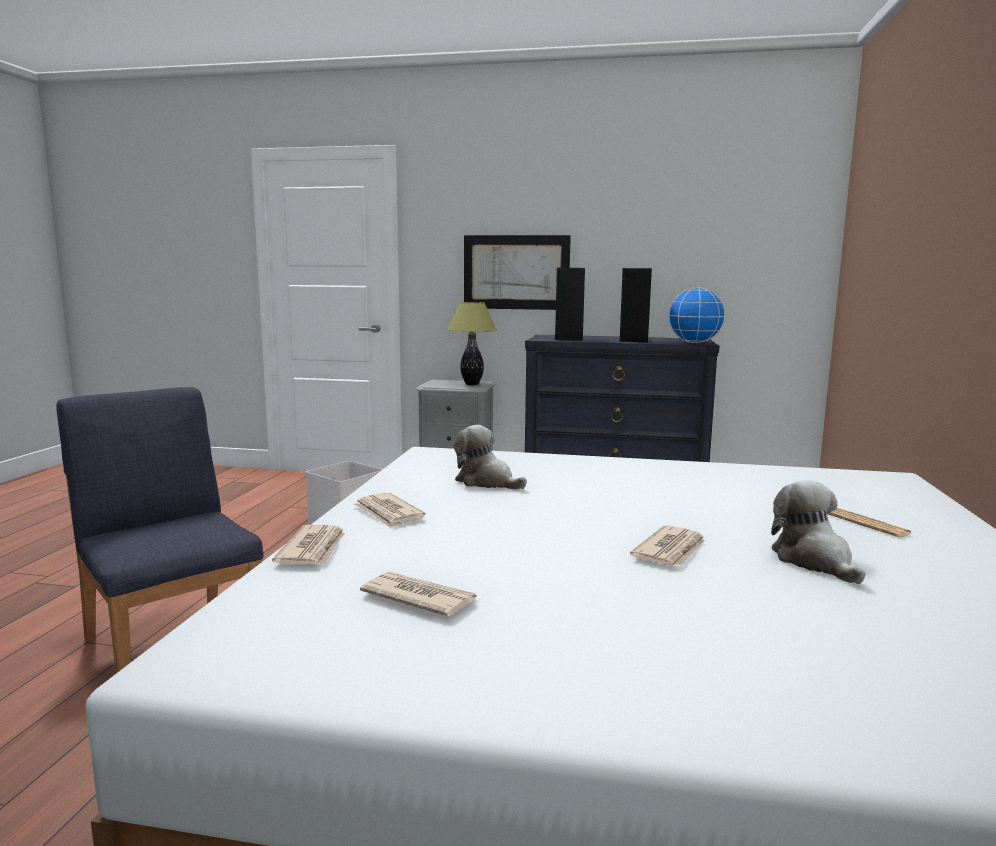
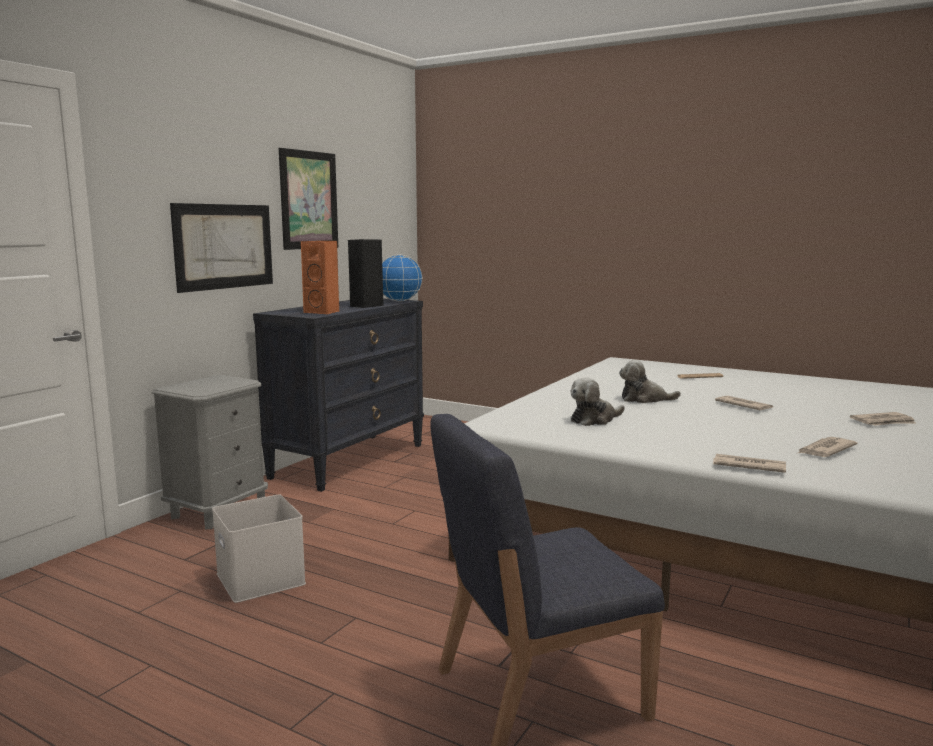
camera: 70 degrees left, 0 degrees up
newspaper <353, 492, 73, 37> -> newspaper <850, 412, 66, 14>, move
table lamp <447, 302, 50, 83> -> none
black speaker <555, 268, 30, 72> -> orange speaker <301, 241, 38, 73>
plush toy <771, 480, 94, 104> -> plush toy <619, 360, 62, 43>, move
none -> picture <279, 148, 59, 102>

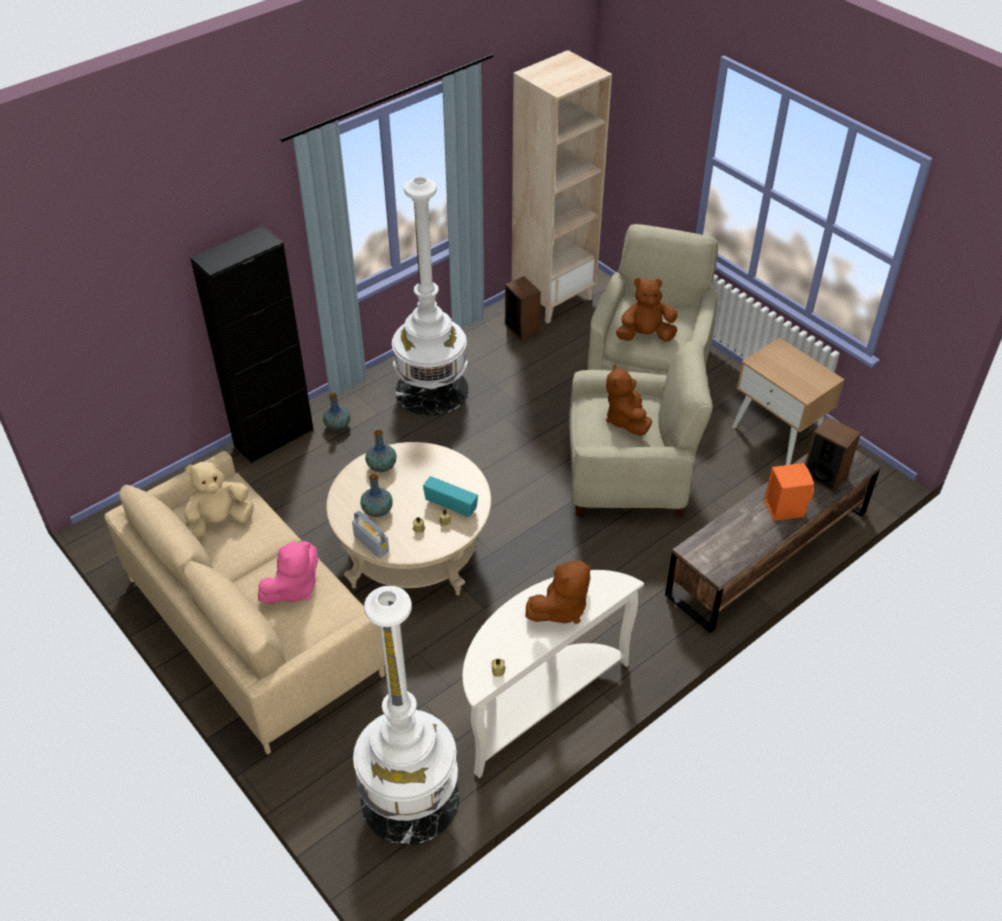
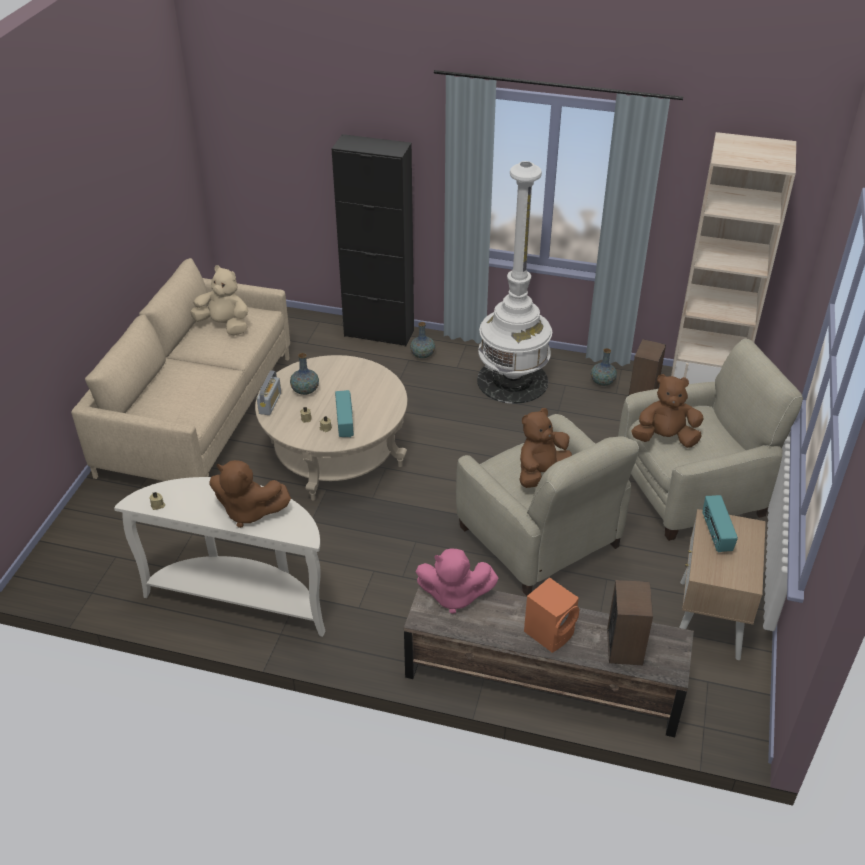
camera: 55 degrees right, 5 degrees down
pink plush toy <258, 541, 60, 63> -> pink plush toy <416, 549, 82, 65>, move
white floor lamp <353, 586, 106, 259> -> none
vase <365, 430, 31, 42> -> vase <591, 348, 26, 38>, move
brown plush toy <616, 278, 62, 64> -> brown plush toy <631, 374, 72, 74>, 45 degrees counterclockwise
none -> radio <703, 495, 35, 58>

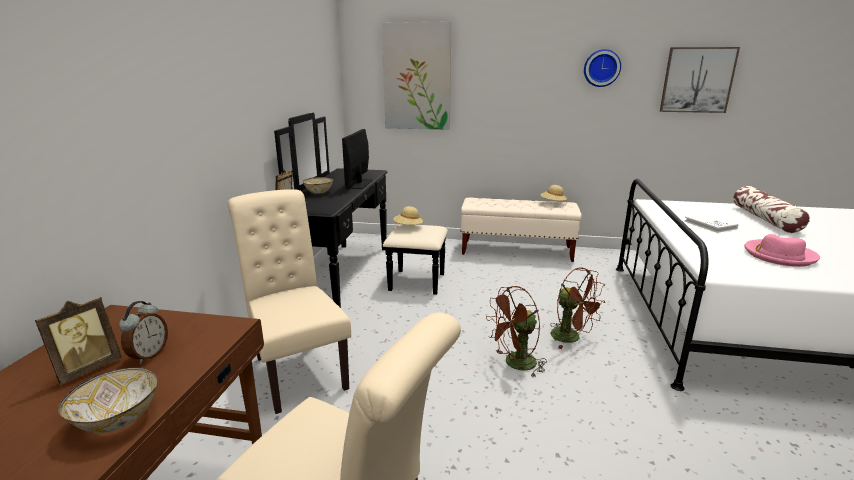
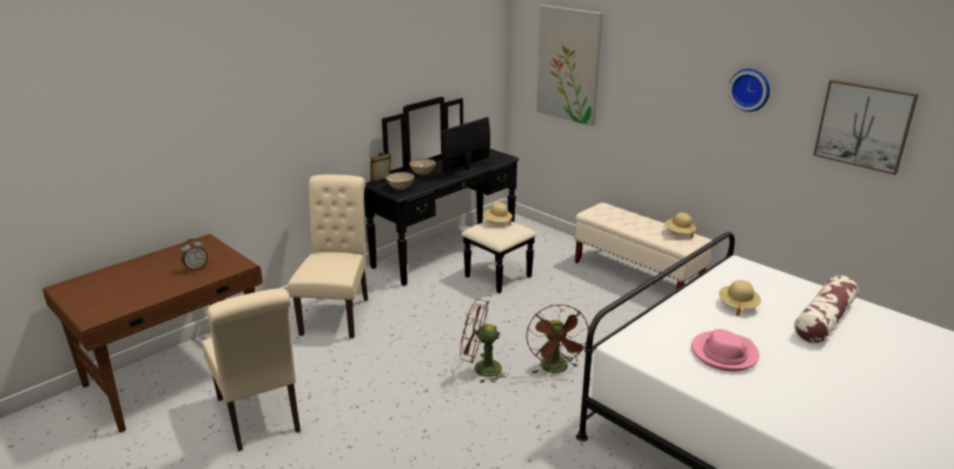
camera: 35 degrees right, 5 degrees up
picture frame <35, 297, 87, 88> -> none
bowl <58, 367, 99, 66> -> bowl <386, 172, 28, 17>, move
white book <685, 214, 54, 19> -> beige hat <719, 280, 42, 36>

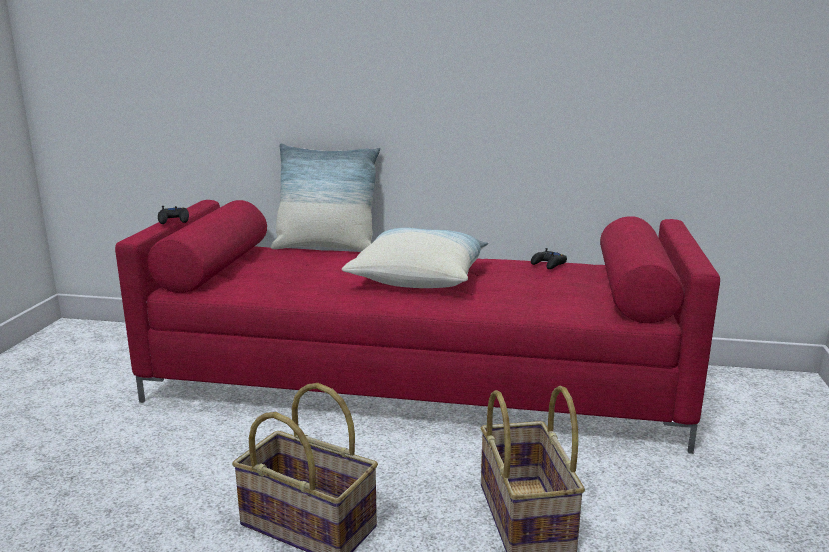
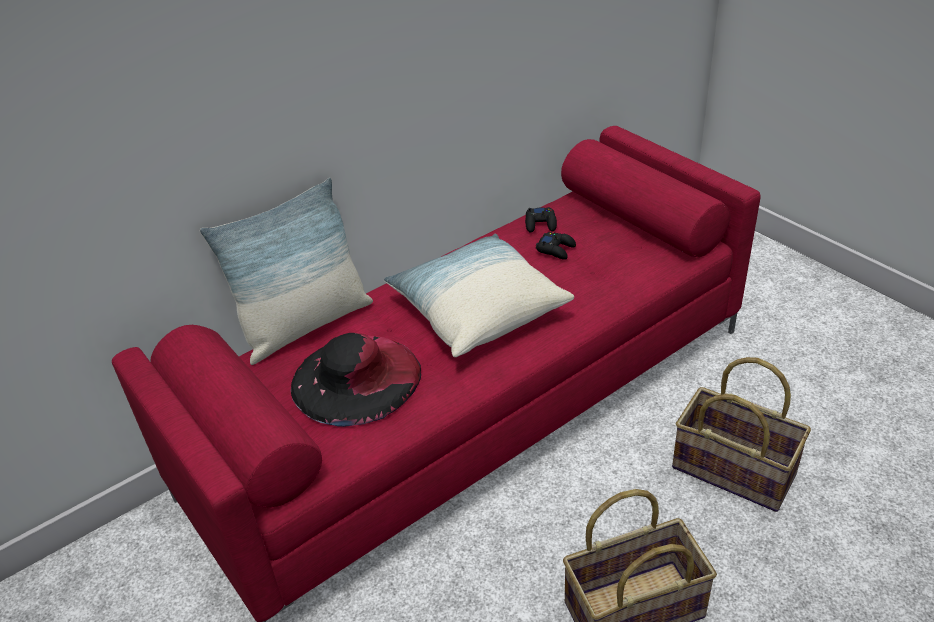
camera: 45 degrees left, 20 degrees up
black game controller <158, 206, 31, 18> -> black game controller <536, 232, 40, 28>, move
none -> black hat <291, 333, 130, 94>

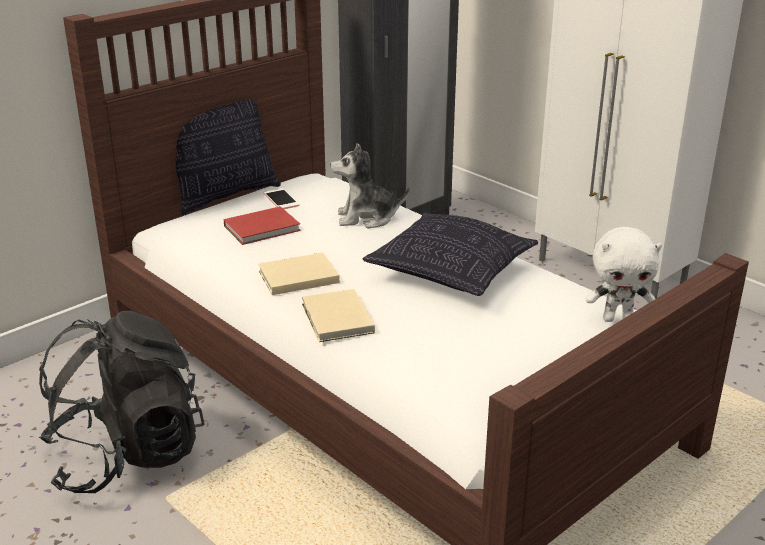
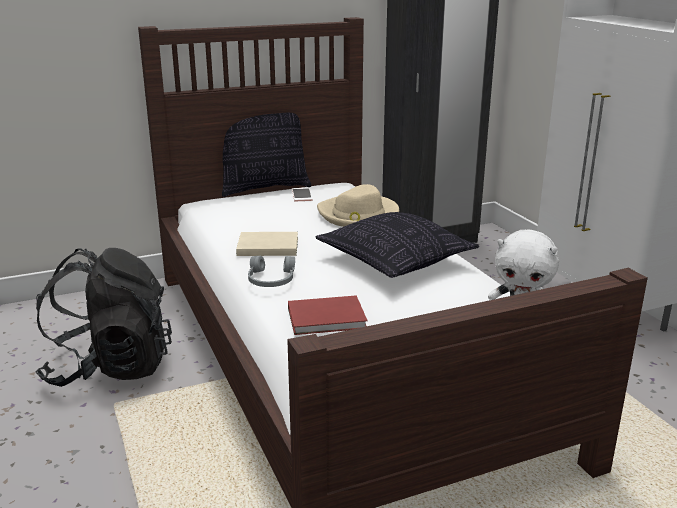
camera: 20 degrees right, 5 degrees down
red book <224, 206, 77, 39> -> red book <288, 295, 79, 40>, move
beige book <302, 289, 73, 53> -> grey headphones <248, 255, 47, 32>
plush toy <330, 144, 79, 85> -> beige hat <317, 184, 82, 43>

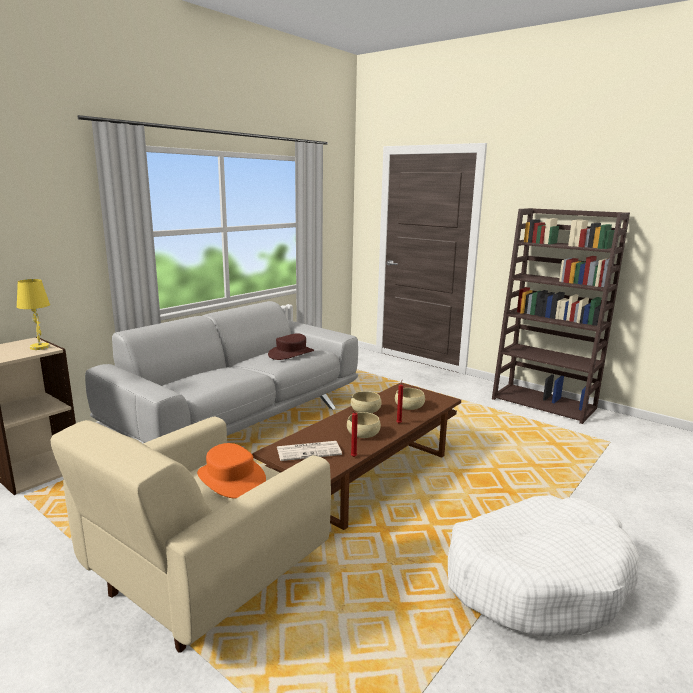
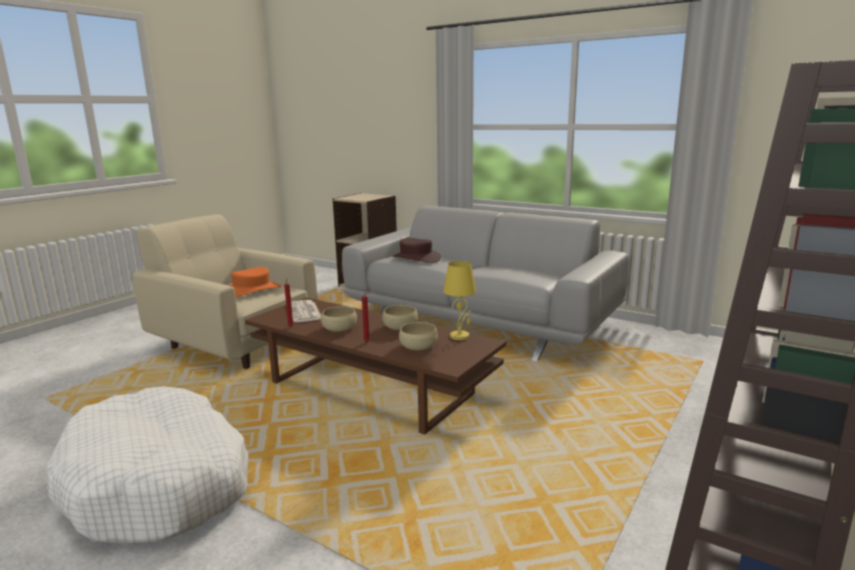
camera: 85 degrees right, 0 degrees up
yellow table lamp <17, 279, 33, 71> -> yellow table lamp <443, 261, 33, 79>, move
brown hat <268, 334, 46, 26> -> brown hat <392, 238, 50, 25>, move

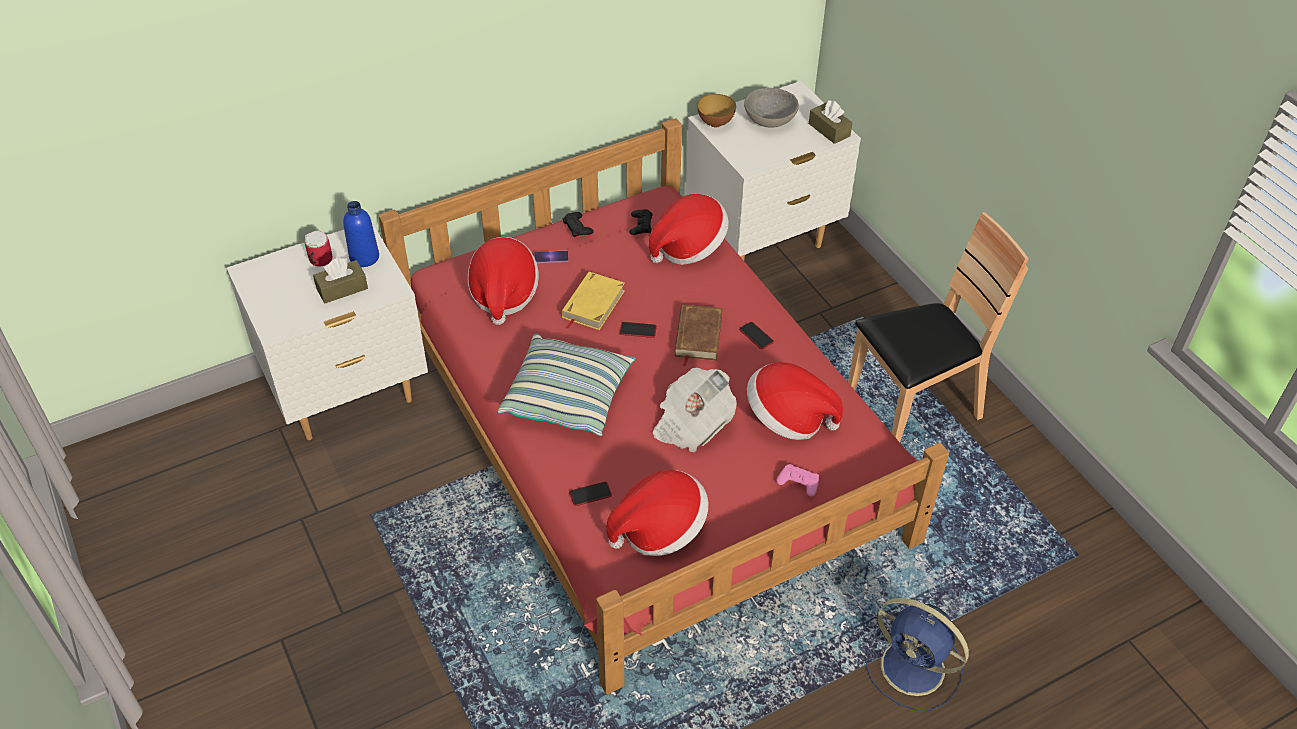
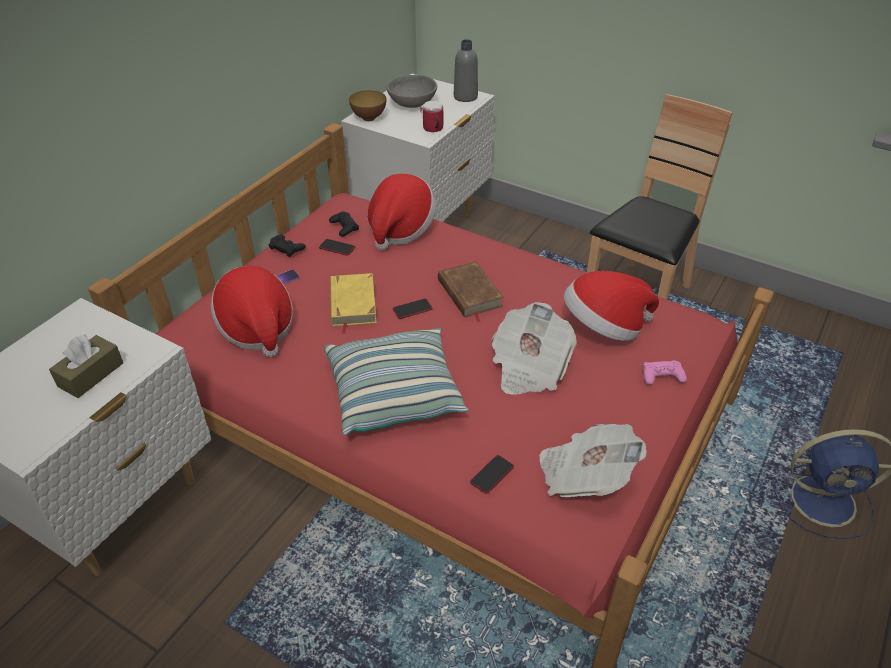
camera: 30 degrees left, 5 degrees down
mug <305, 231, 27, 35> -> mug <420, 101, 23, 31>, move
blue bottle <343, 201, 36, 66> -> none
hat <606, 470, 102, 86> -> newspaper <539, 424, 108, 73>
phone <739, 322, 35, 27> -> phone <319, 239, 36, 17>, move
brown tissue box <809, 100, 44, 44> -> grey bottle <454, 39, 24, 63>

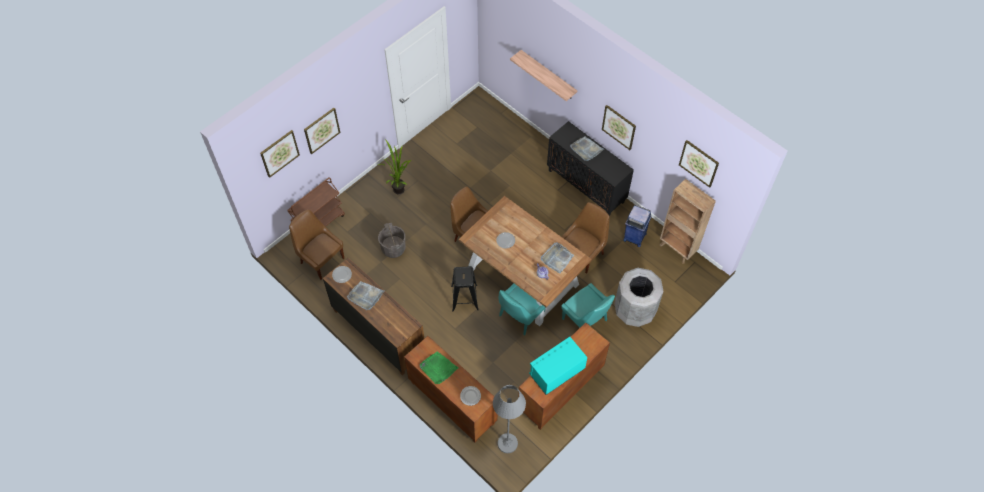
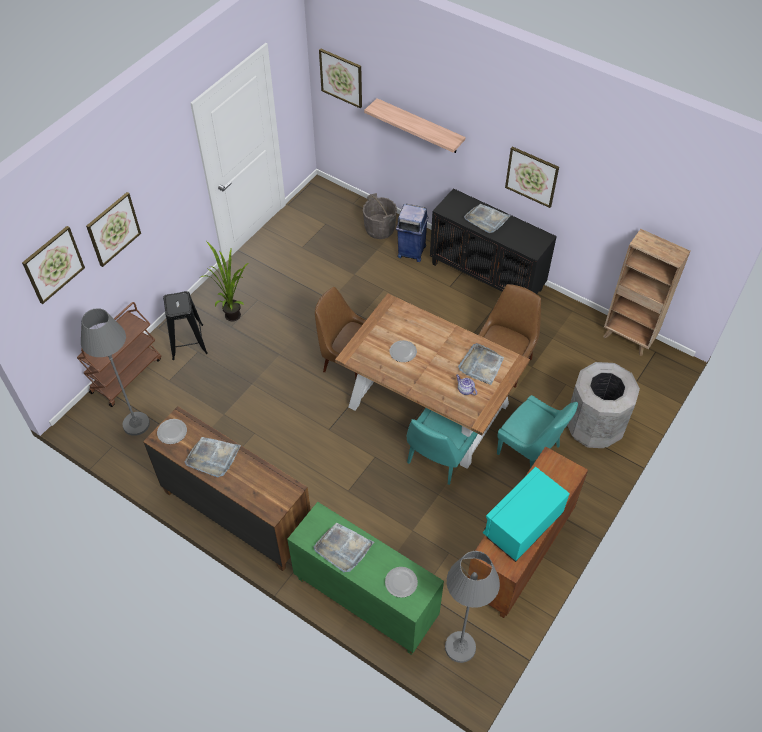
camera: 10 degrees left, 5 degrees down
brown chair <289, 209, 55, 71> -> grey floor lamp <81, 308, 69, 128>
grey bucket <378, 223, 28, 35> -> grey bucket <363, 193, 34, 46>, move
brown cabinet <404, 336, 94, 107> -> green cabinet <287, 502, 157, 153>
green tray <420, 351, 38, 33> -> grey tray <314, 523, 60, 49>
black stool <451, 266, 28, 45> -> black stool <163, 291, 45, 69>, move
blue trash can <623, 205, 29, 42> -> blue trash can <396, 204, 32, 58>, move
picture <679, 140, 40, 48> -> picture <319, 48, 43, 60>, move

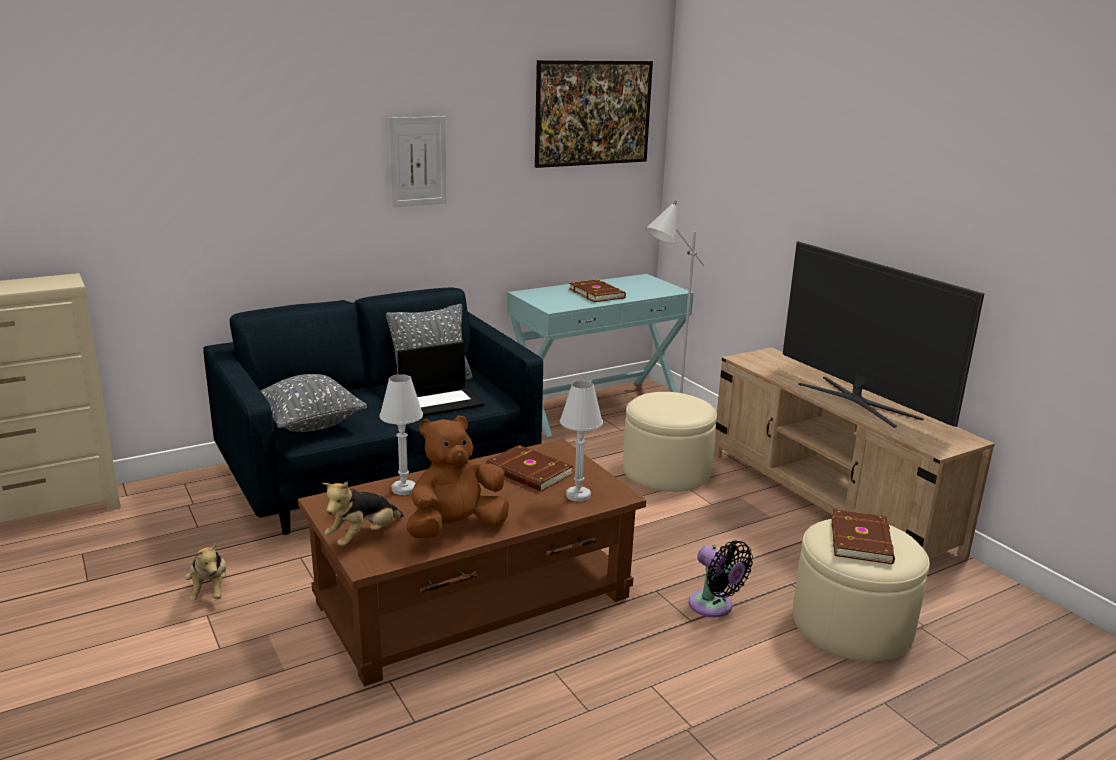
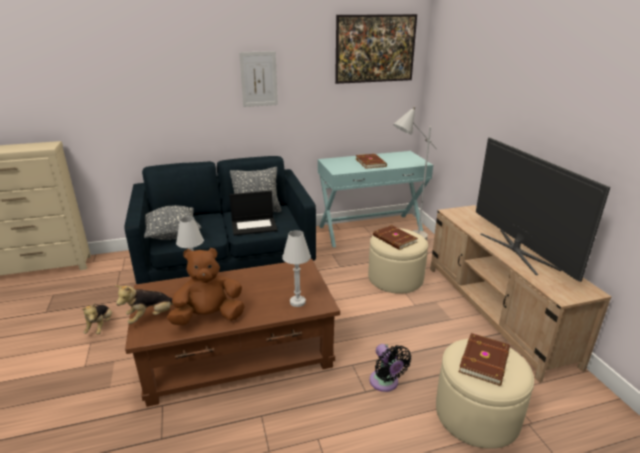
camera: 15 degrees right, 5 degrees up
brown book <486, 445, 87, 46> -> brown book <373, 225, 45, 25>, move

